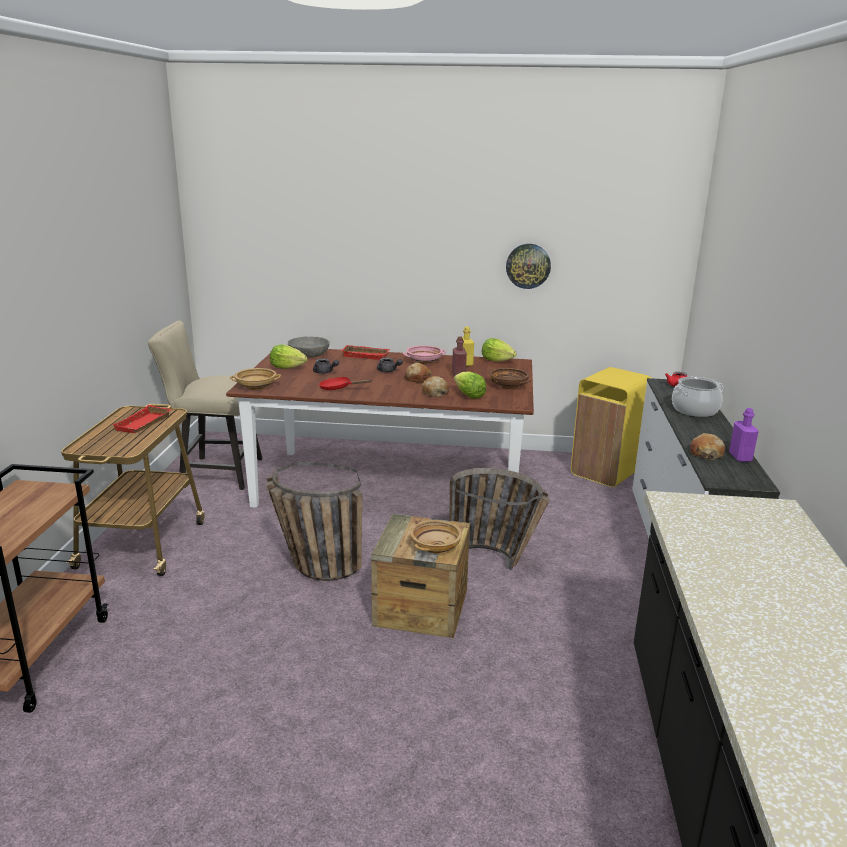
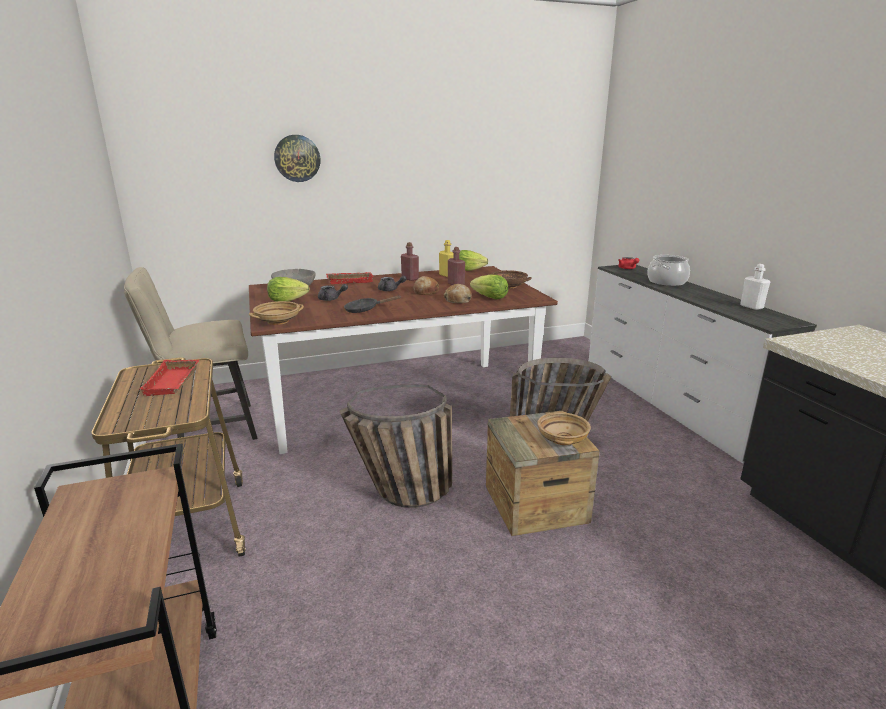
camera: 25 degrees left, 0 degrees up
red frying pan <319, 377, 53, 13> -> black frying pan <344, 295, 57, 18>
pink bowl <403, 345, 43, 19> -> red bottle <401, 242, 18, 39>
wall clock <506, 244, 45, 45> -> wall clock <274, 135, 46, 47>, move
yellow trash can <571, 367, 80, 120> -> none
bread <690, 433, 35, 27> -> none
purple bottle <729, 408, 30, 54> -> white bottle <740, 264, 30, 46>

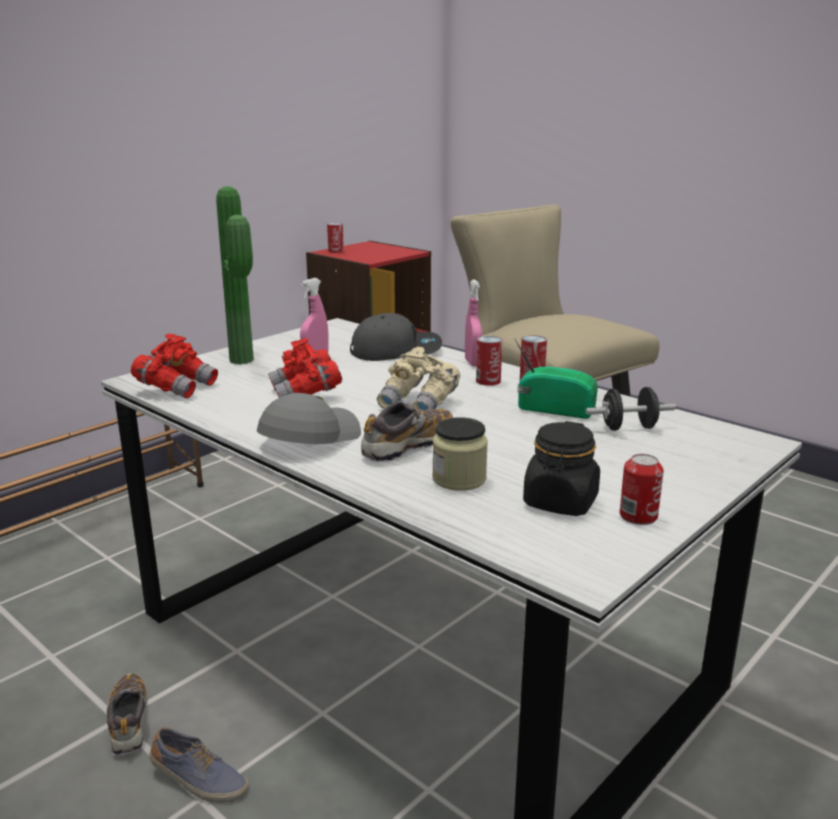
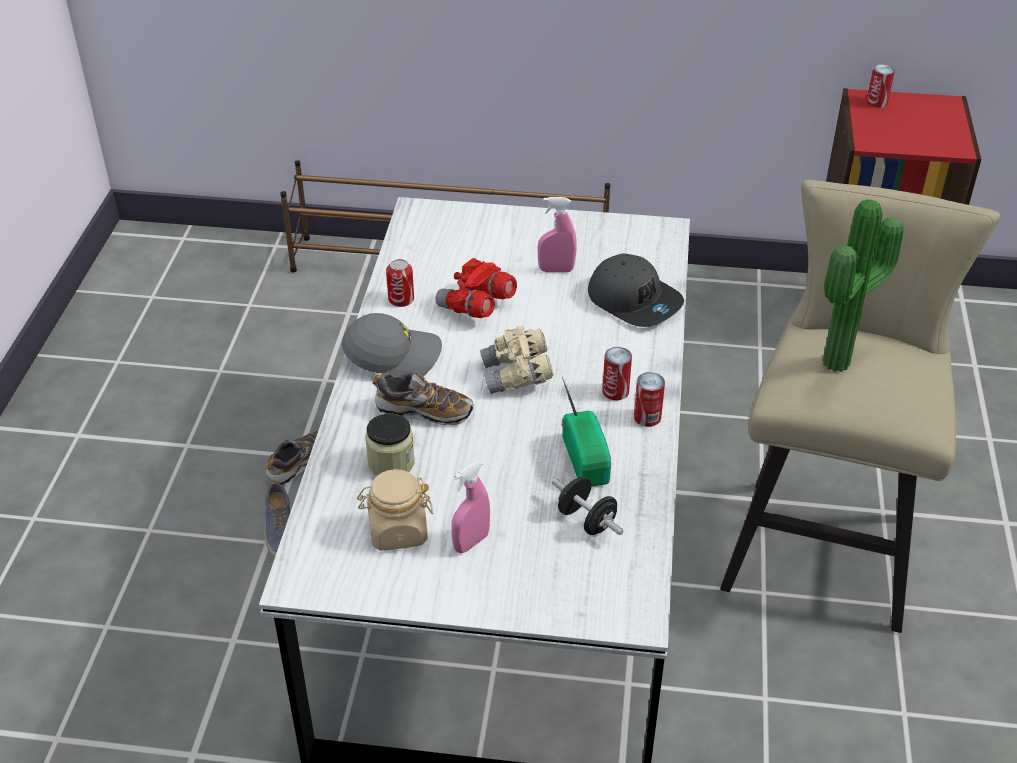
camera: 55 degrees right, 20 degrees up
red binoculars <131, 334, 87, 64> -> none
potted plant <216, 186, 38, 178> -> potted plant <822, 199, 82, 173>, move
pink spray bottle <465, 279, 17, 88> -> pink spray bottle <451, 461, 39, 92>, move
black jar <523, 421, 77, 95> -> beige jar <357, 469, 77, 82>
can <619, 454, 45, 71> -> can <386, 259, 28, 48>, move

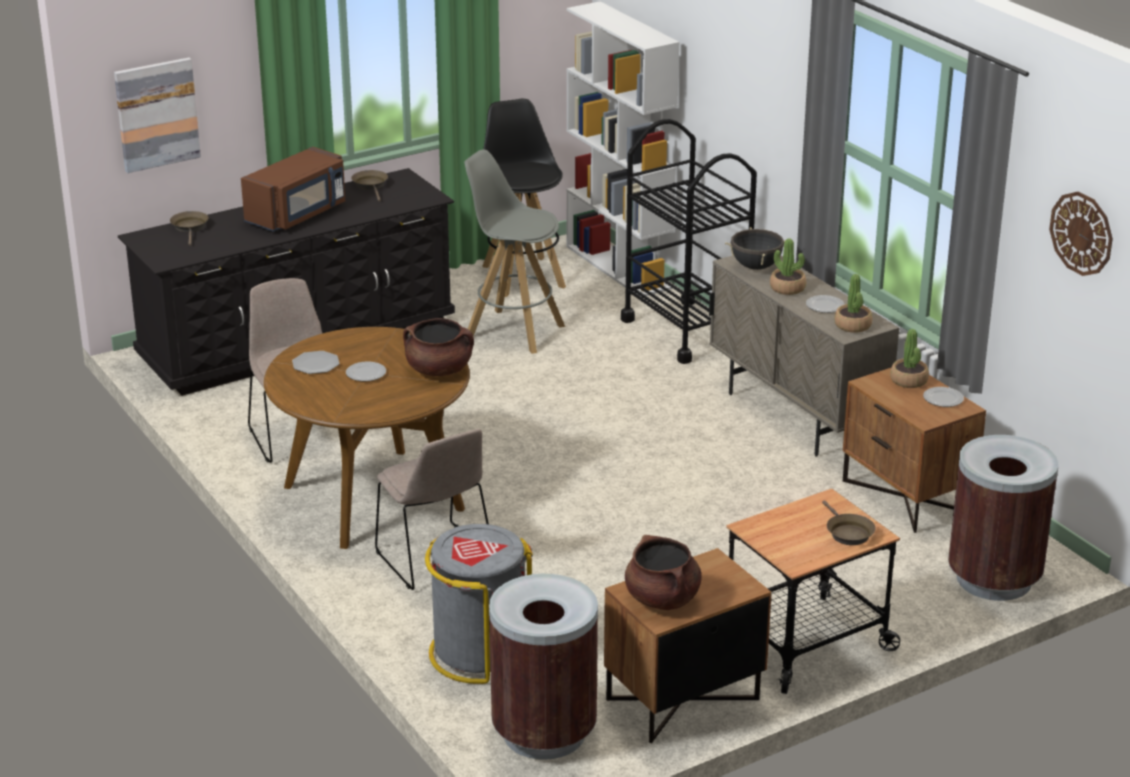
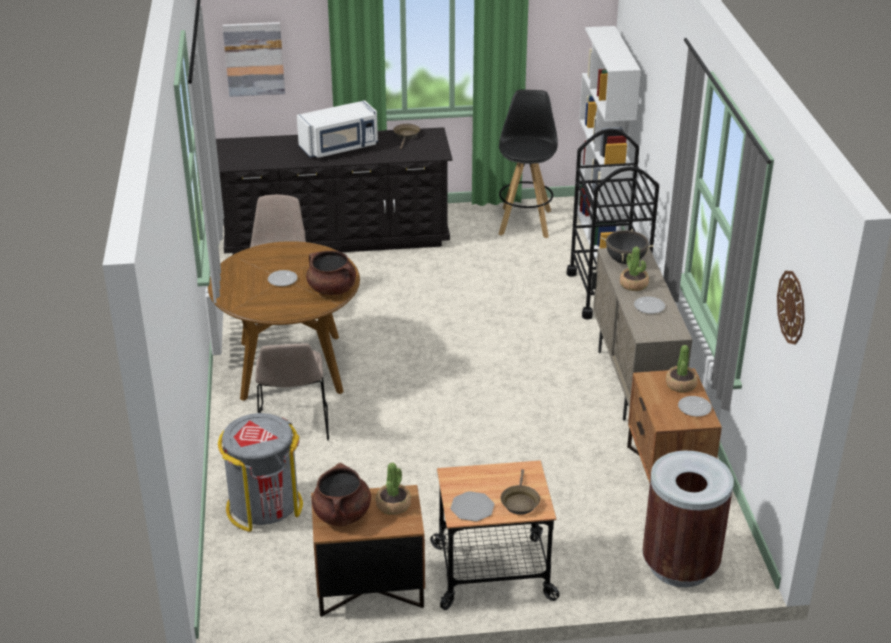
camera: 25 degrees right, 5 degrees up
brown frying pan <170, 211, 39, 35> -> none
brown microwave <241, 147, 104, 85> -> white microwave <297, 100, 81, 58>
plate <292, 351, 48, 23> -> plate <451, 491, 43, 30>, move
grey stool <464, 150, 101, 204> -> none
brown trash can <489, 574, 109, 186> -> none
potted plant <835, 274, 37, 59> -> potted plant <376, 463, 35, 52>, move

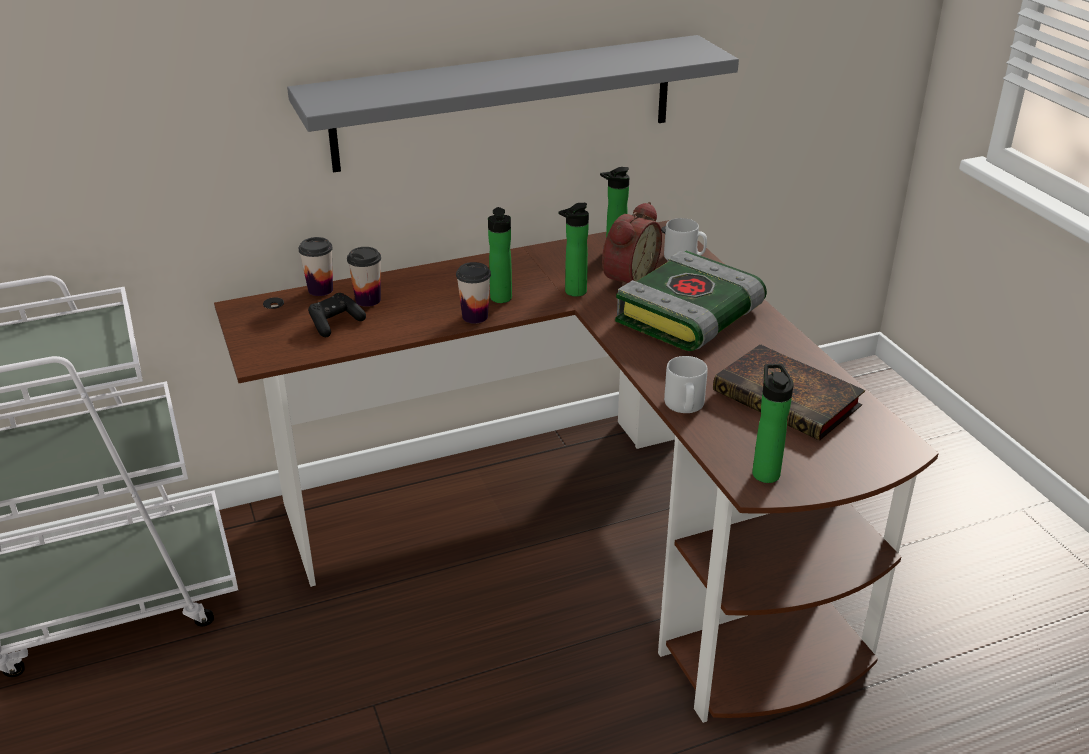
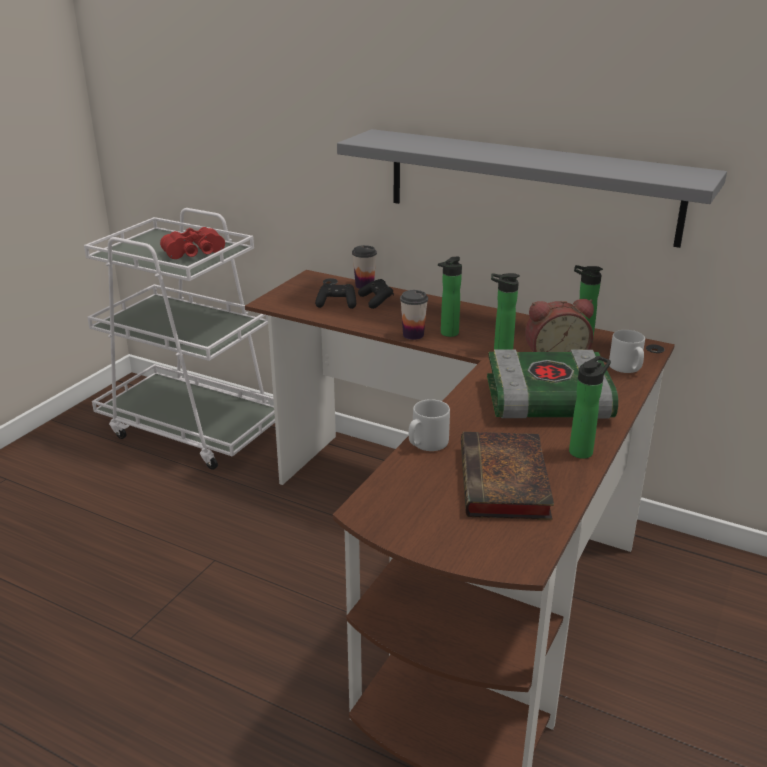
camera: 50 degrees right, 5 degrees down
cup <347, 247, 34, 60> -> black game controller <358, 279, 36, 30>
bottle <752, 364, 42, 119> -> bottle <569, 356, 42, 103>, move
none -> red binoculars <160, 227, 65, 32>

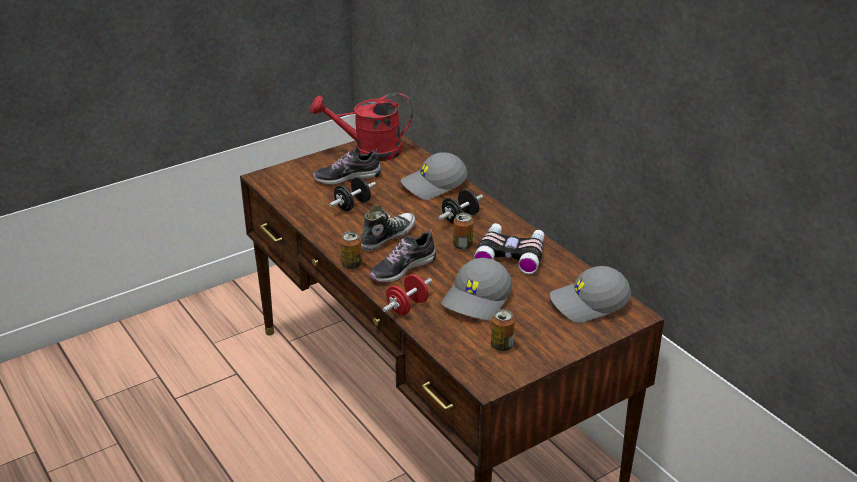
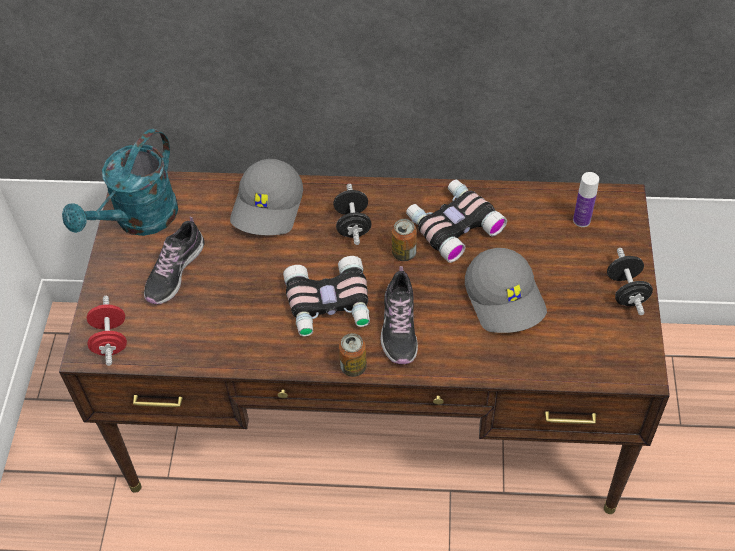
camera: 50 degrees left, 20 degrees up
red watering can <310, 93, 103, 68> -> turquoise watering can <62, 129, 116, 107>
black dumbbell <329, 177, 47, 34> -> black dumbbell <607, 248, 46, 67>, move
shoe <361, 206, 55, 45> -> binoculars <283, 256, 87, 80>
red dumbbell <383, 274, 49, 41> -> red dumbbell <87, 296, 40, 70>, move
can <491, 309, 24, 42> -> none
grey cap <550, 266, 81, 57> -> bottle <573, 172, 26, 55>

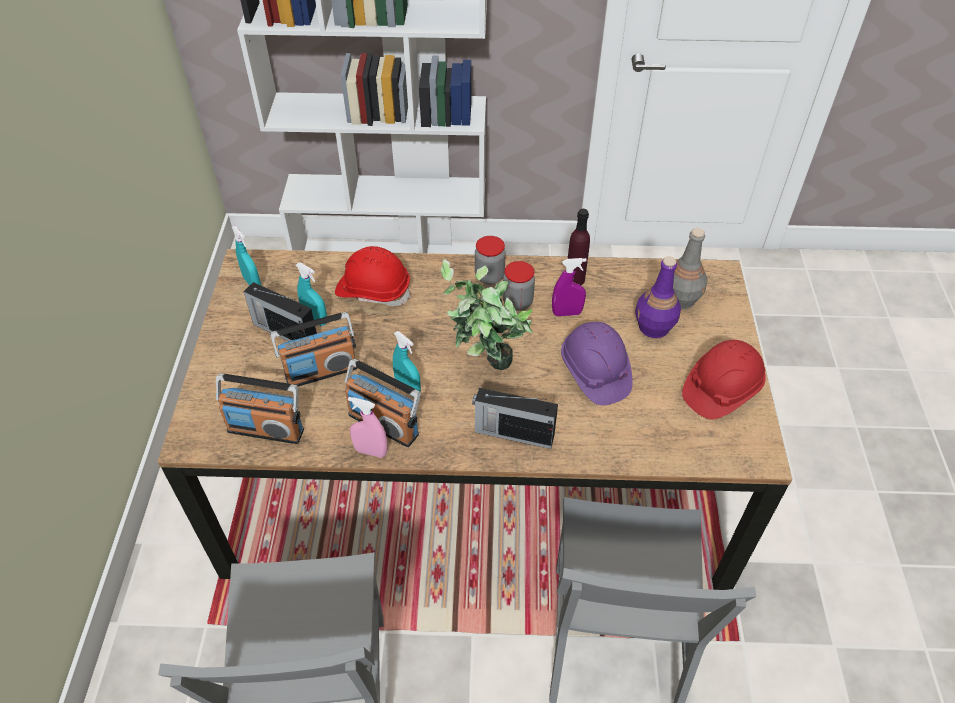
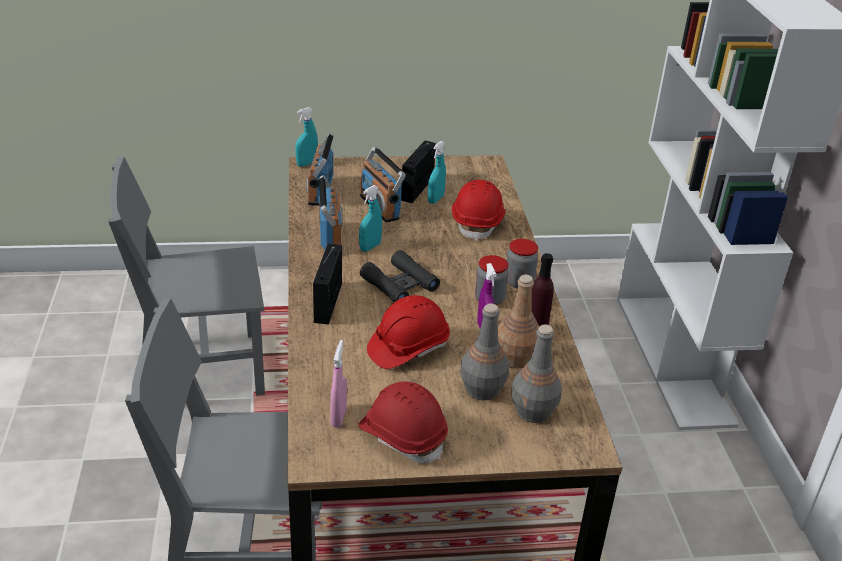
camera: 80 degrees right, 15 degrees down
turquoise spray bottle <232, 226, 29, 60> -> turquoise spray bottle <295, 107, 23, 60>, move
radio <345, 359, 76, 88> -> radio <319, 175, 24, 75>, 150 degrees clockwise
pink spray bottle <348, 397, 40, 61> -> pink spray bottle <330, 340, 17, 87>, move
potted plant <441, 259, 92, 111> -> black binoculars <360, 250, 80, 53>
purple hard hat <561, 322, 71, 83> -> red hard hat <367, 295, 83, 74>
purple bottle <635, 256, 46, 82> -> grey bottle <460, 303, 49, 97>
none -> brown bottle <498, 275, 41, 94>

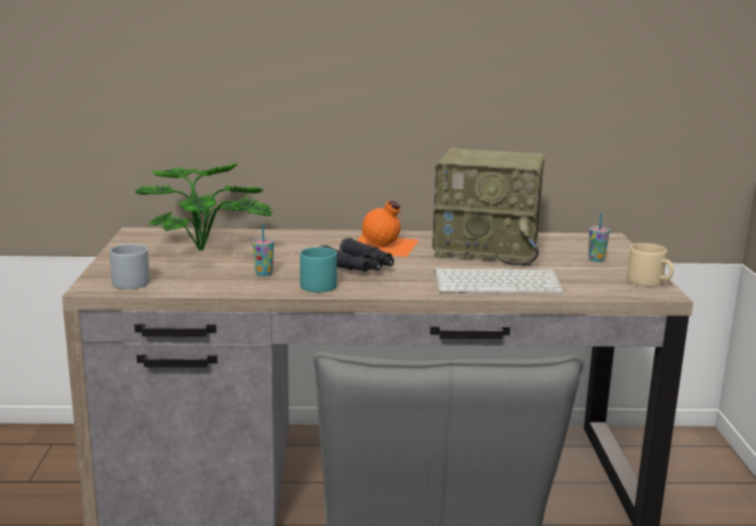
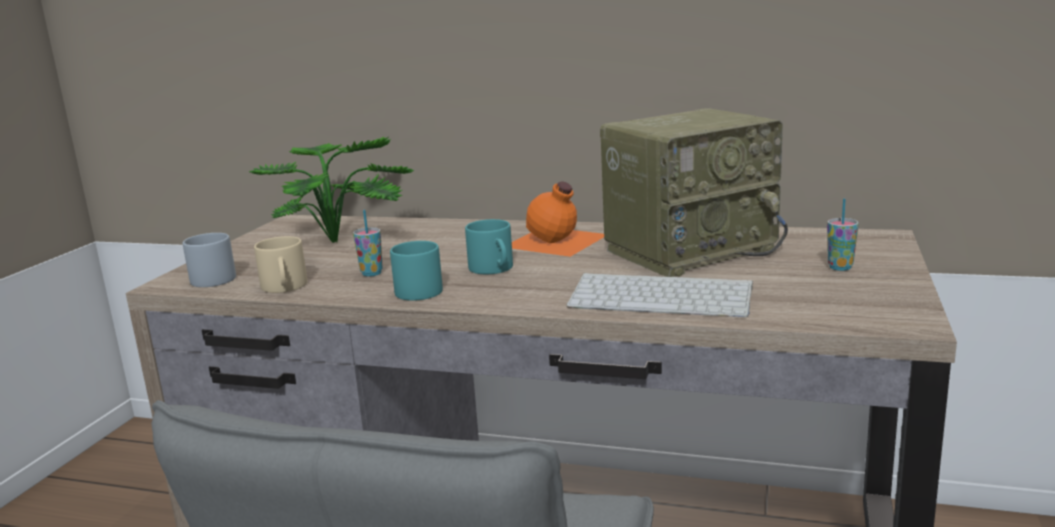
camera: 20 degrees right, 0 degrees up
black binoculars <320, 238, 74, 34> -> turquoise mug <465, 219, 48, 55>
radio <432, 148, 113, 118> -> radio <600, 108, 188, 169>, 60 degrees counterclockwise
beige mug <627, 243, 47, 44> -> beige mug <254, 236, 53, 57>, move

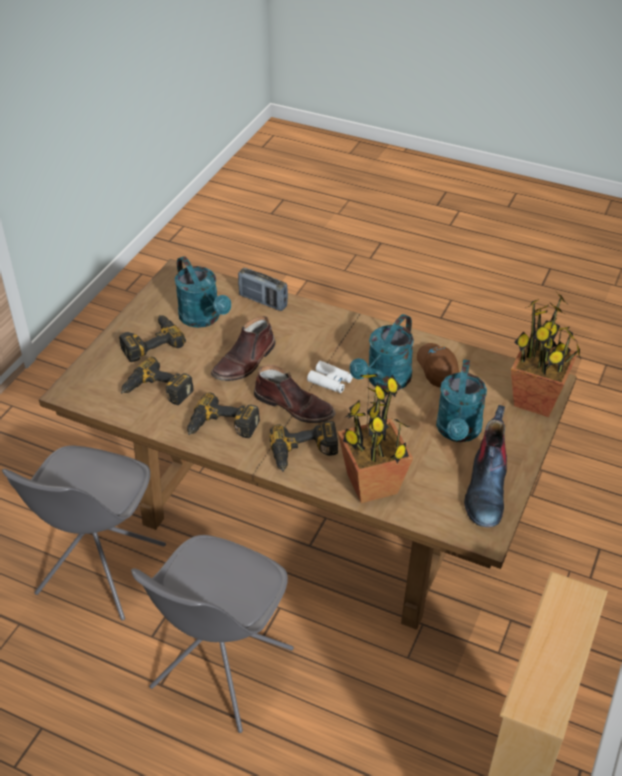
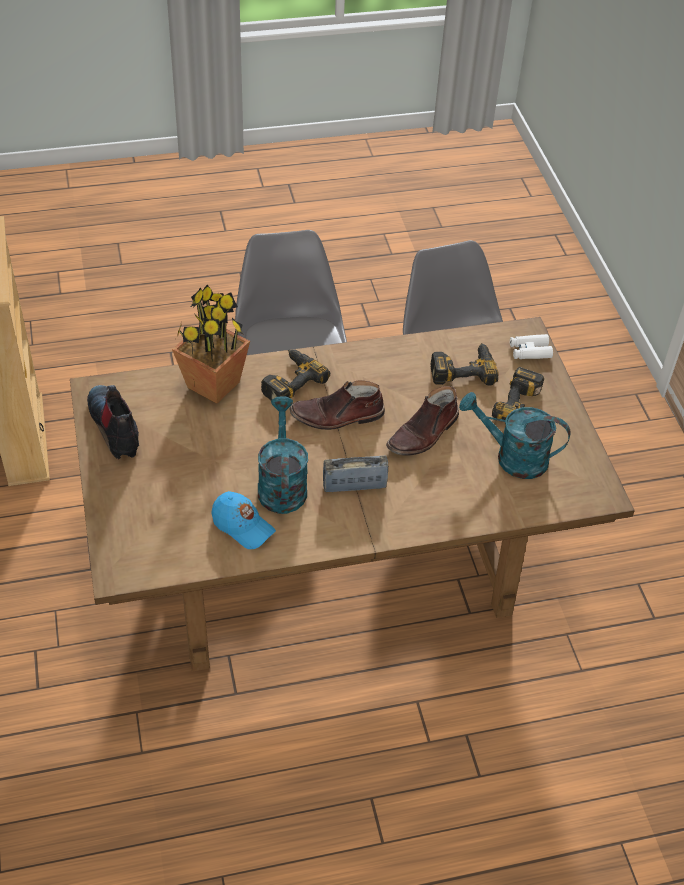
camera: 140 degrees right, 5 degrees up
power drill <187, 392, 73, 46> -> none
brown boot <211, 316, 65, 65> -> brown boot <386, 386, 73, 70>, 135 degrees counterclockwise
radio <238, 268, 50, 43> -> radio <323, 456, 65, 36>, move
white binoculars <307, 361, 46, 32> -> white binoculars <510, 334, 43, 25>, move
brown cap <417, 343, 42, 45> -> blue cap <211, 491, 65, 58>
turquoise watering can <436, 359, 51, 83> -> none
potted plant <511, 290, 70, 127> -> none

